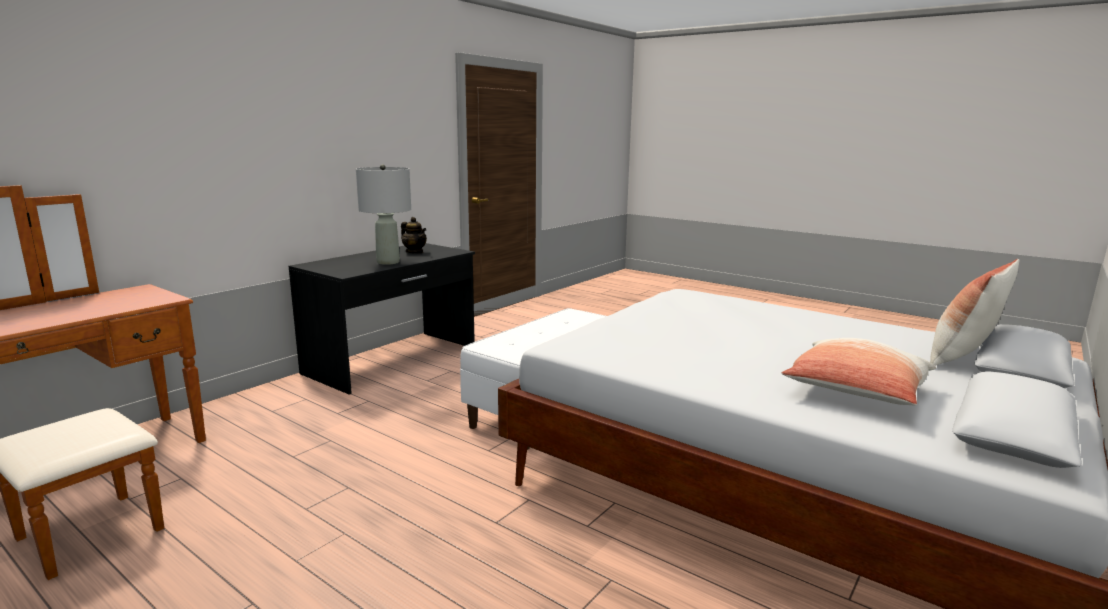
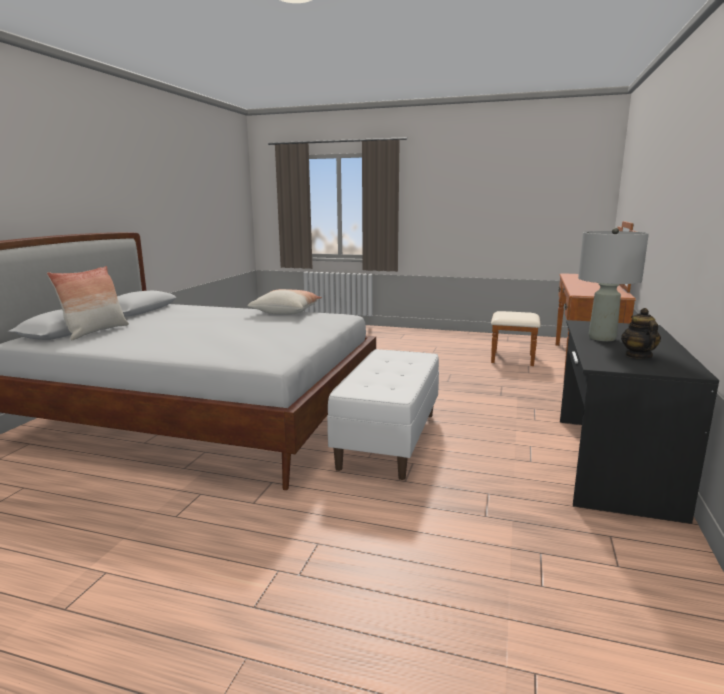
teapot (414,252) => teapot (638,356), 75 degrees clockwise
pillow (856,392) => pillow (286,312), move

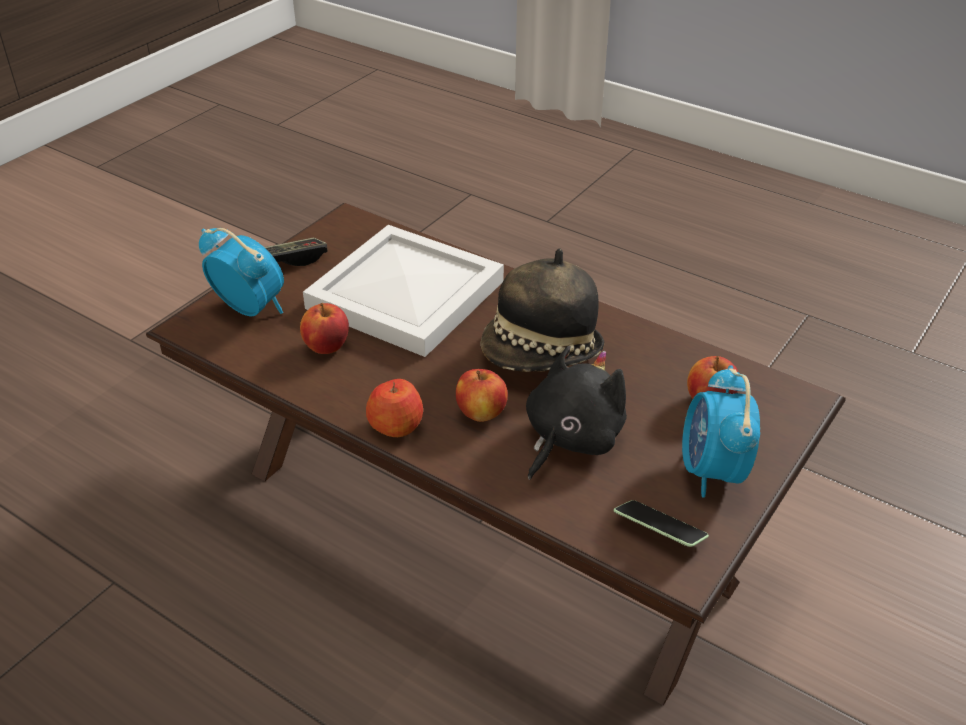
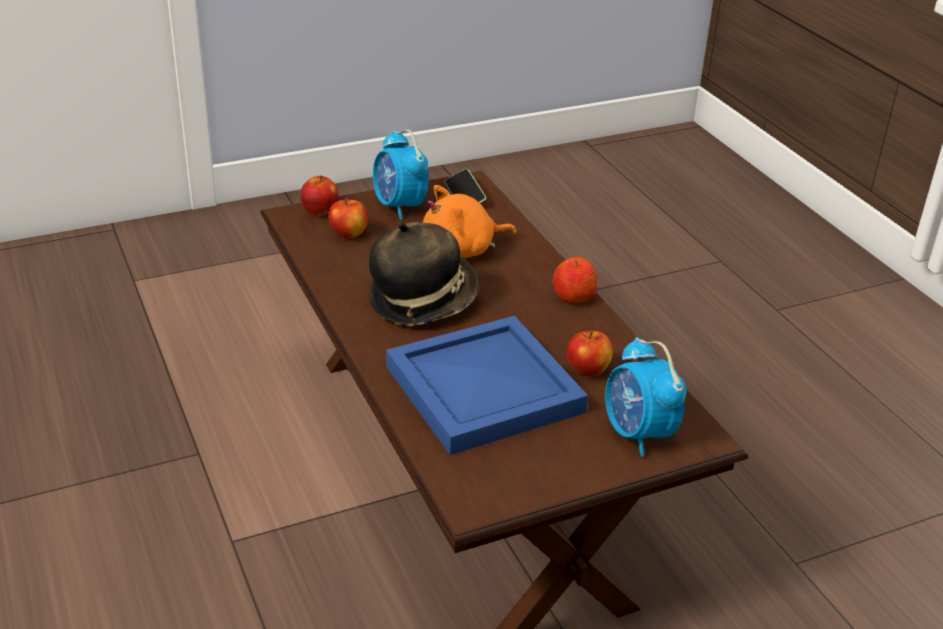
tray (white) (406,296) => tray (blue) (485,387)
game controller (293,260) => nothing
plush toy (black) (570,438) => plush toy (orange) (463,249)
alarm clock (712,471) => alarm clock (399,206), 120 degrees clockwise
apple (481,413) => apple (320,211), move

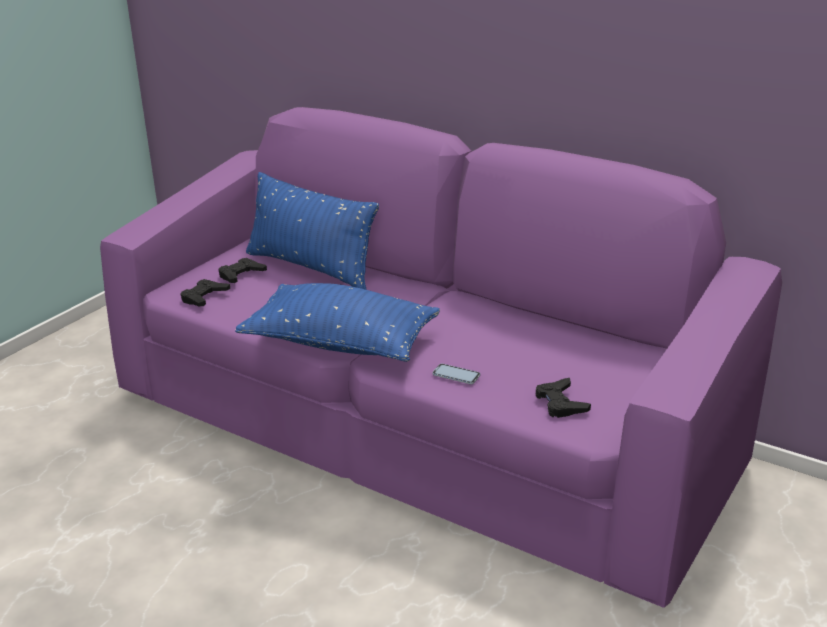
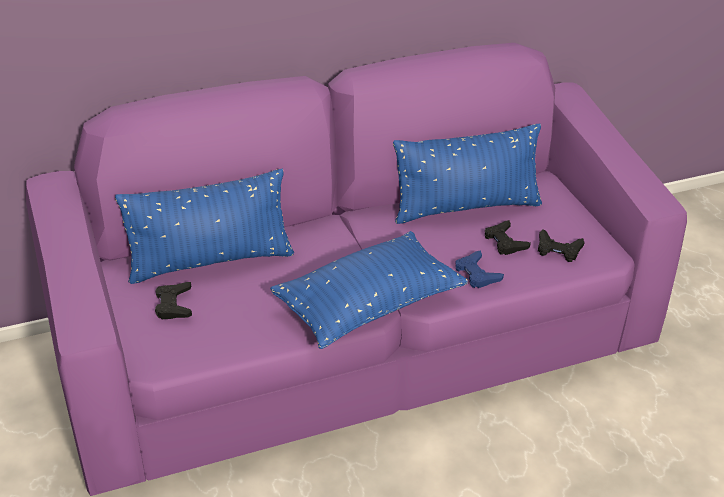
game controller (black) (204,297) => game controller (black) (505,242), move
phone (456,375) => game controller (blue) (476,274)
nothing => pillow (blue) (465,208)

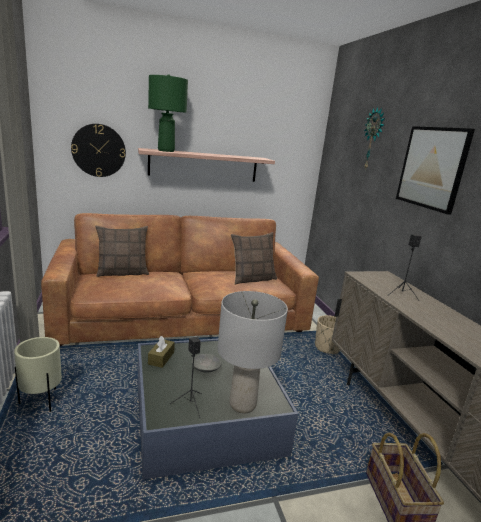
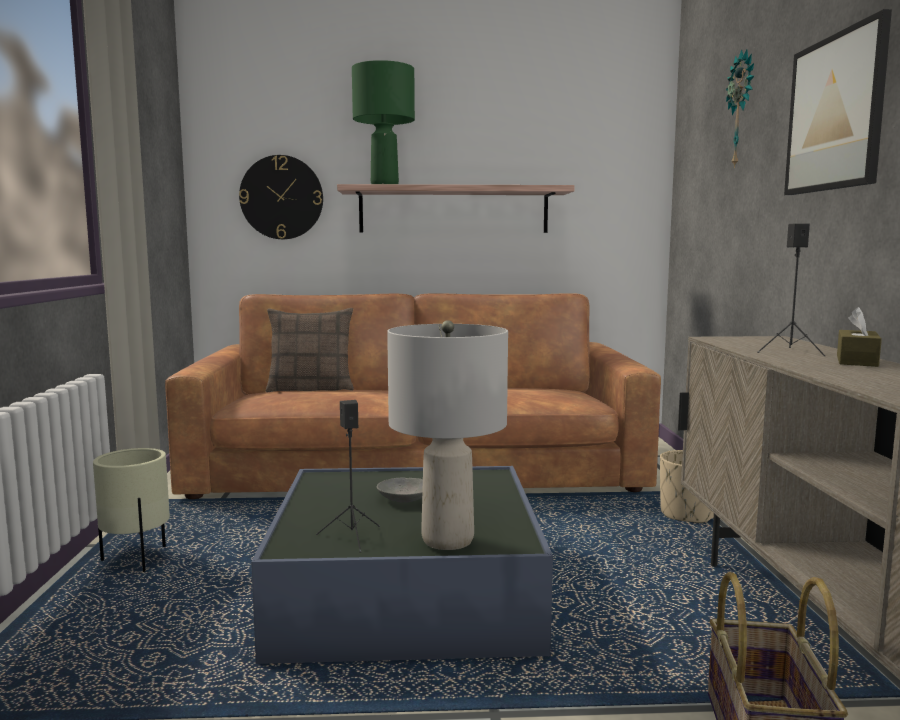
pillow (252,279) => nothing
tissue box (brown) (161,358) => tissue box (brown) (856,361), move

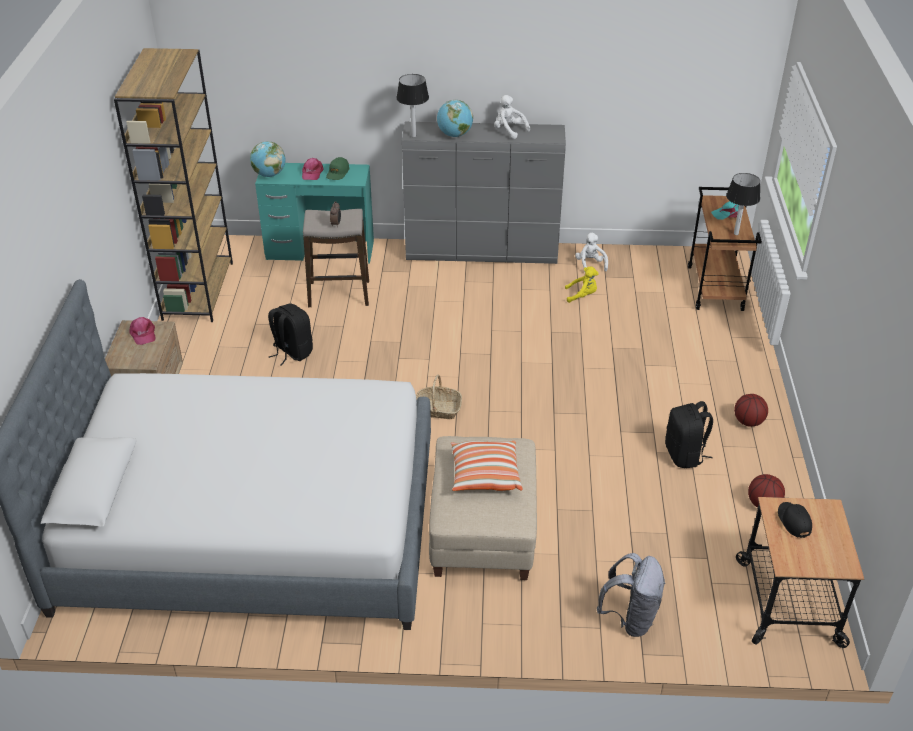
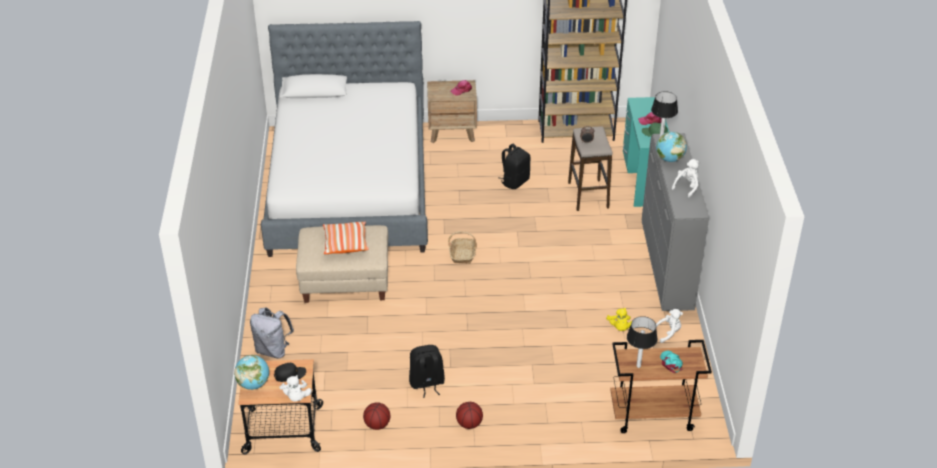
globe (269,174) => globe (253,384), move
nothing => plush toy (white) (296,397)

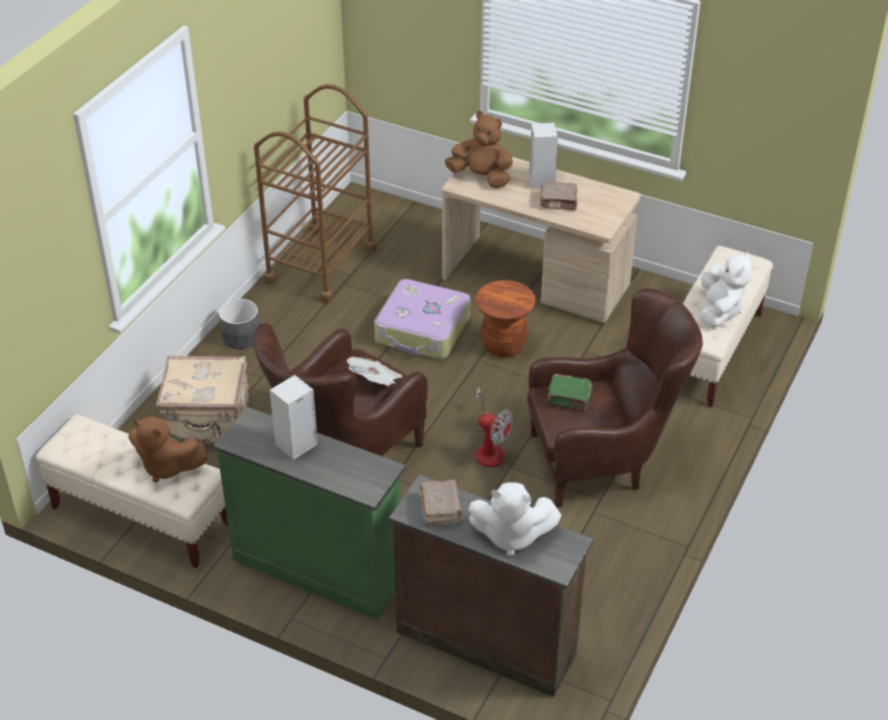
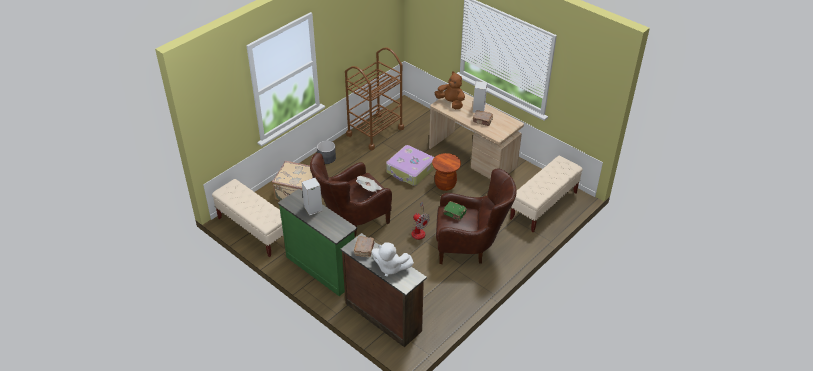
plush toy (white) (719,311) => nothing
plush toy (brown) (166,466) => nothing

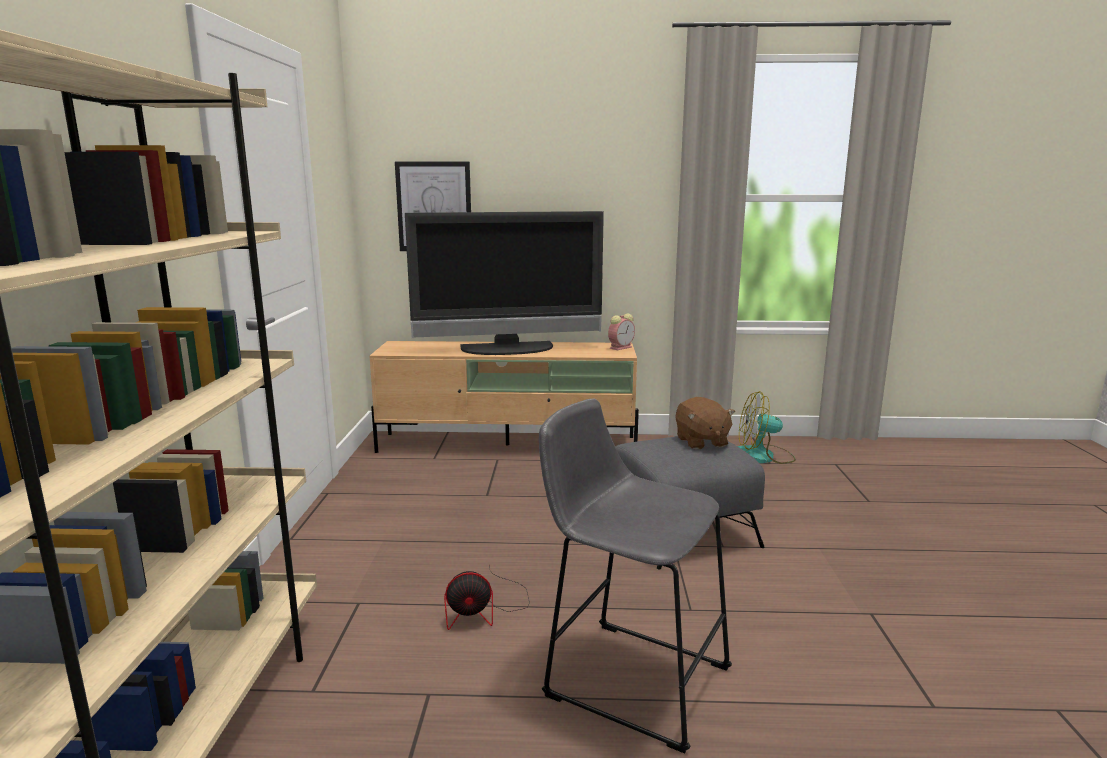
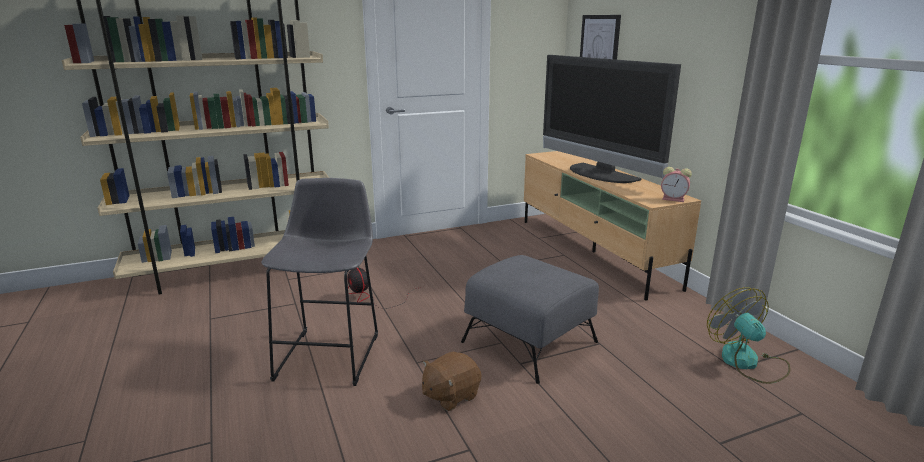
plush toy (brown) (701,442) => plush toy (brown) (450,395), move

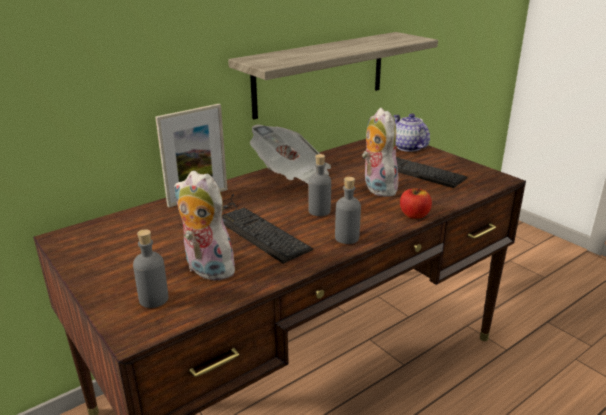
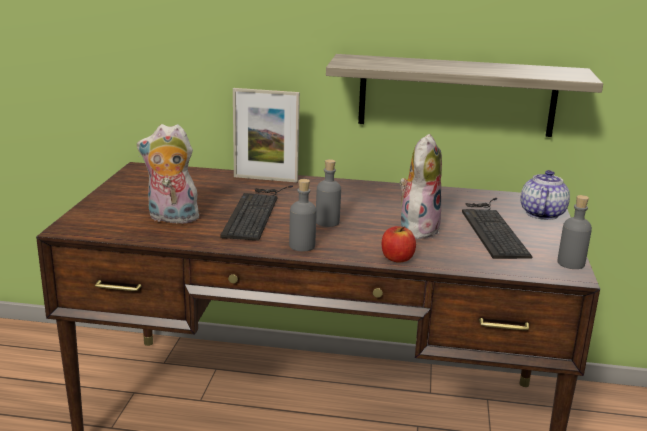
newspaper (293,177) => nothing
plush toy (206,269) => plush toy (171,219), 75 degrees counterclockwise
bottle (grey) (154,299) => bottle (grey) (571,263), move

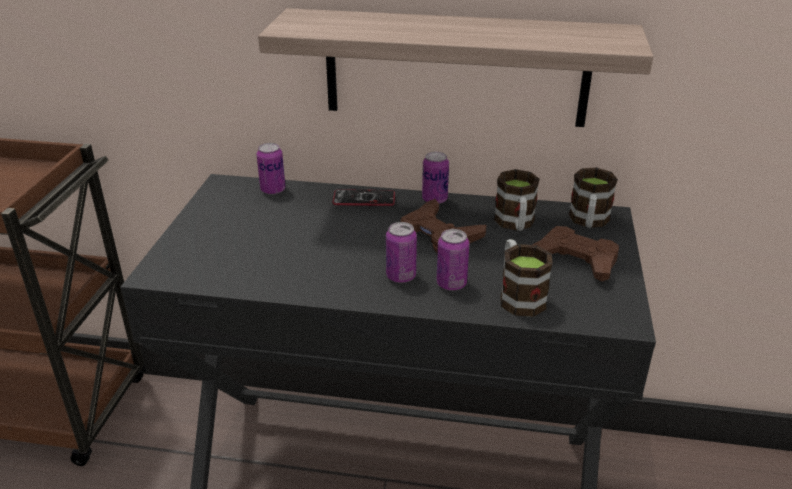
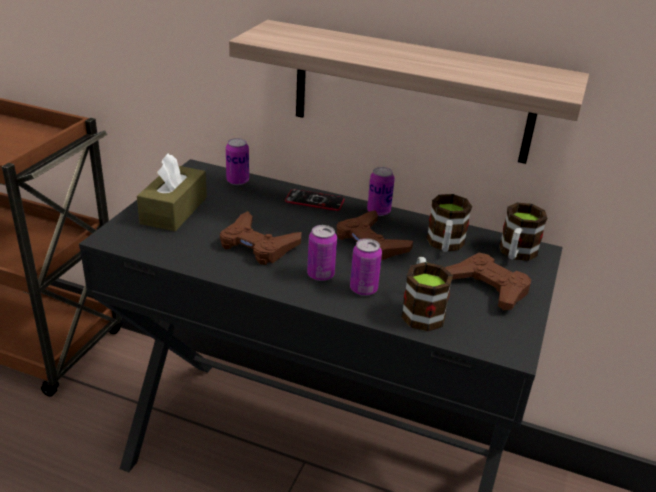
nothing => tissue box (brown) (174,210)
nothing => game controller (brown) (257,245)

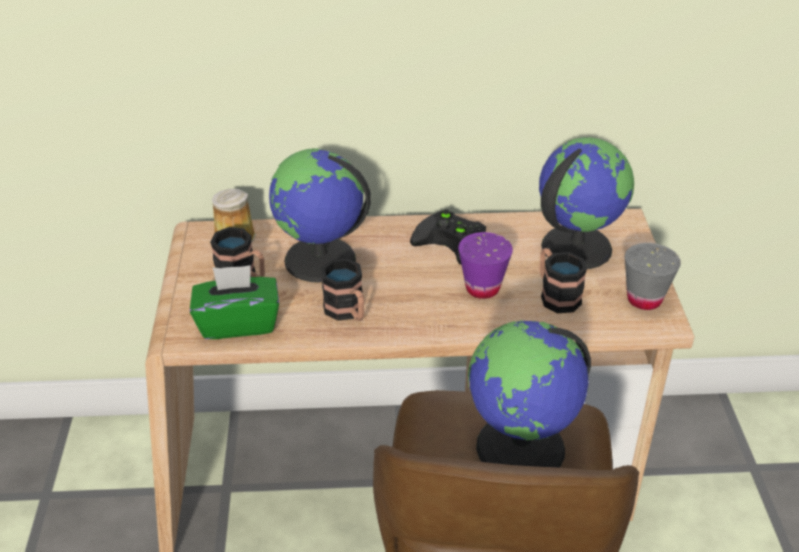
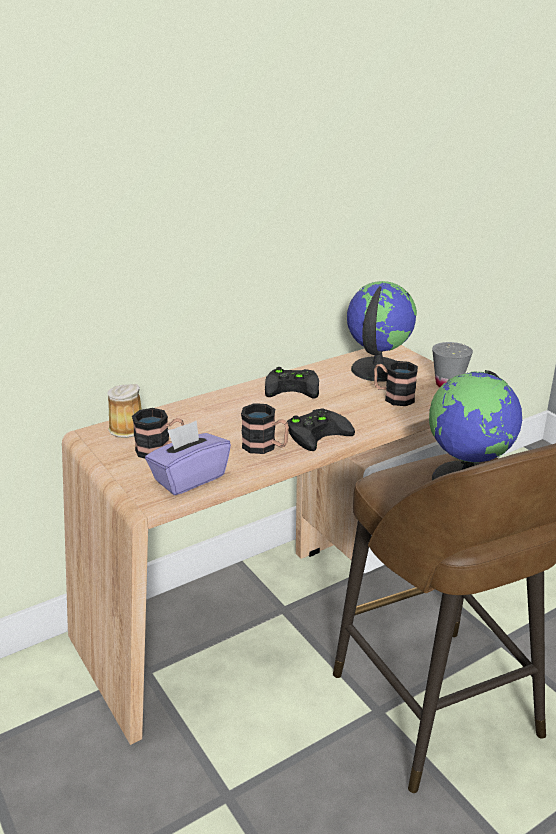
globe (320,260) => nothing
cup (purple) (482,288) => nothing
tissue box (green) (238,323) => tissue box (purple) (189,478)
nothing => game controller (black) (318,432)

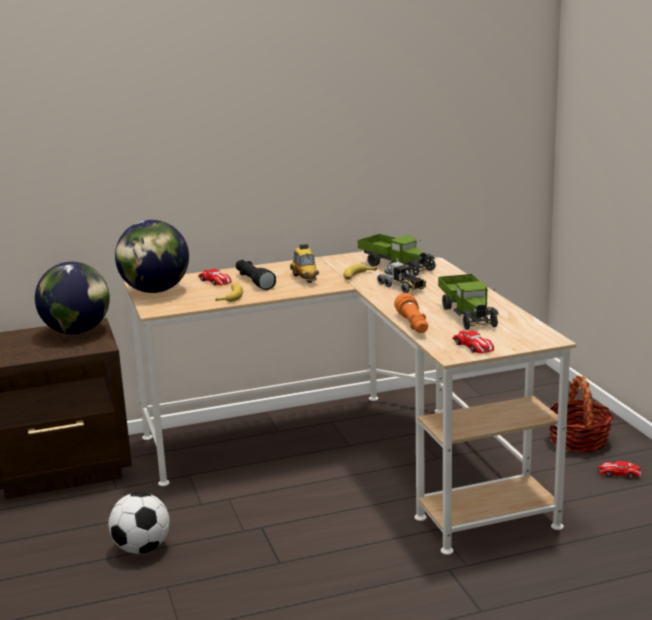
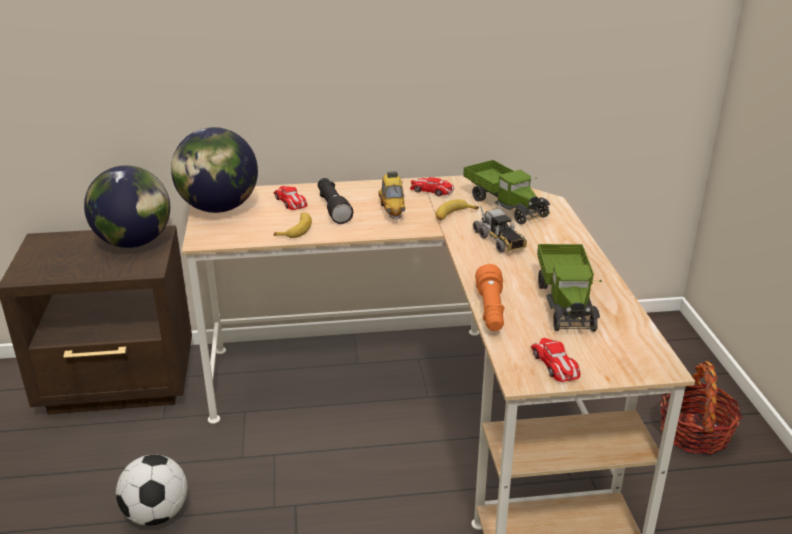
toy car (619,473) => toy car (431,190), move

